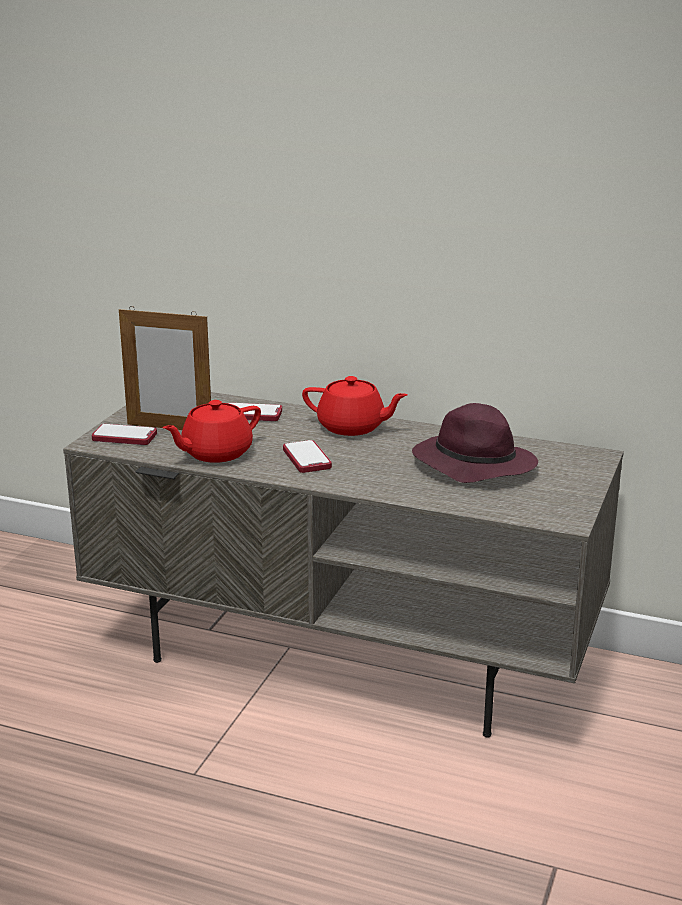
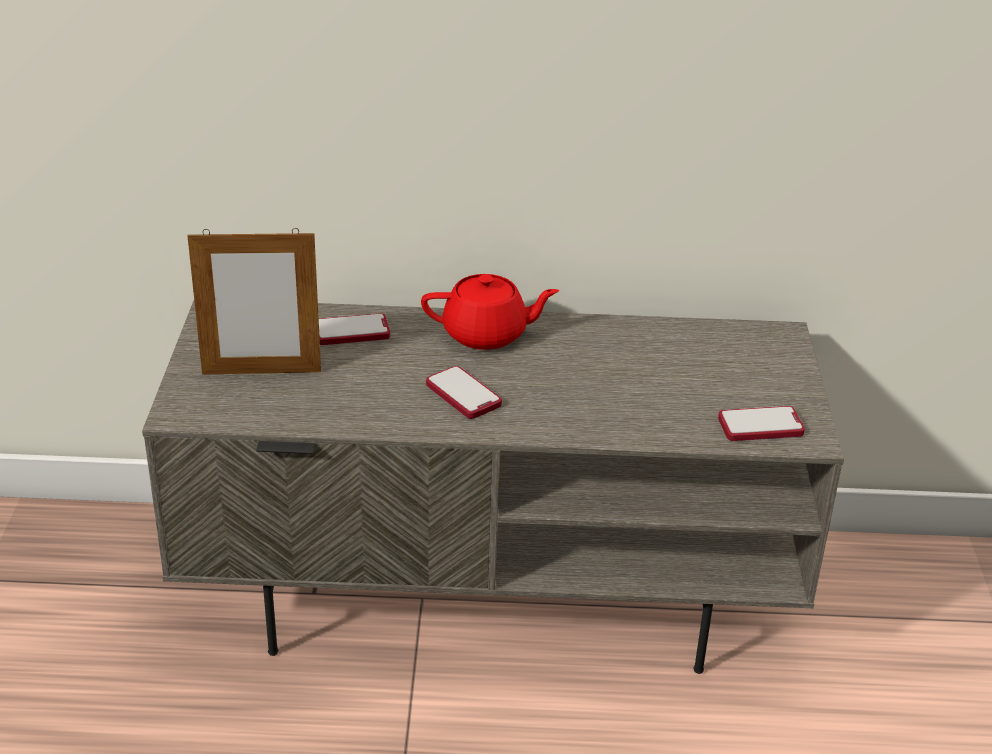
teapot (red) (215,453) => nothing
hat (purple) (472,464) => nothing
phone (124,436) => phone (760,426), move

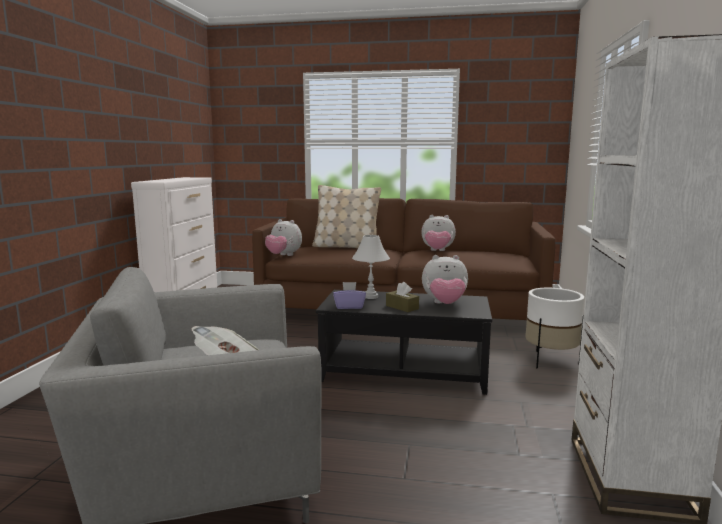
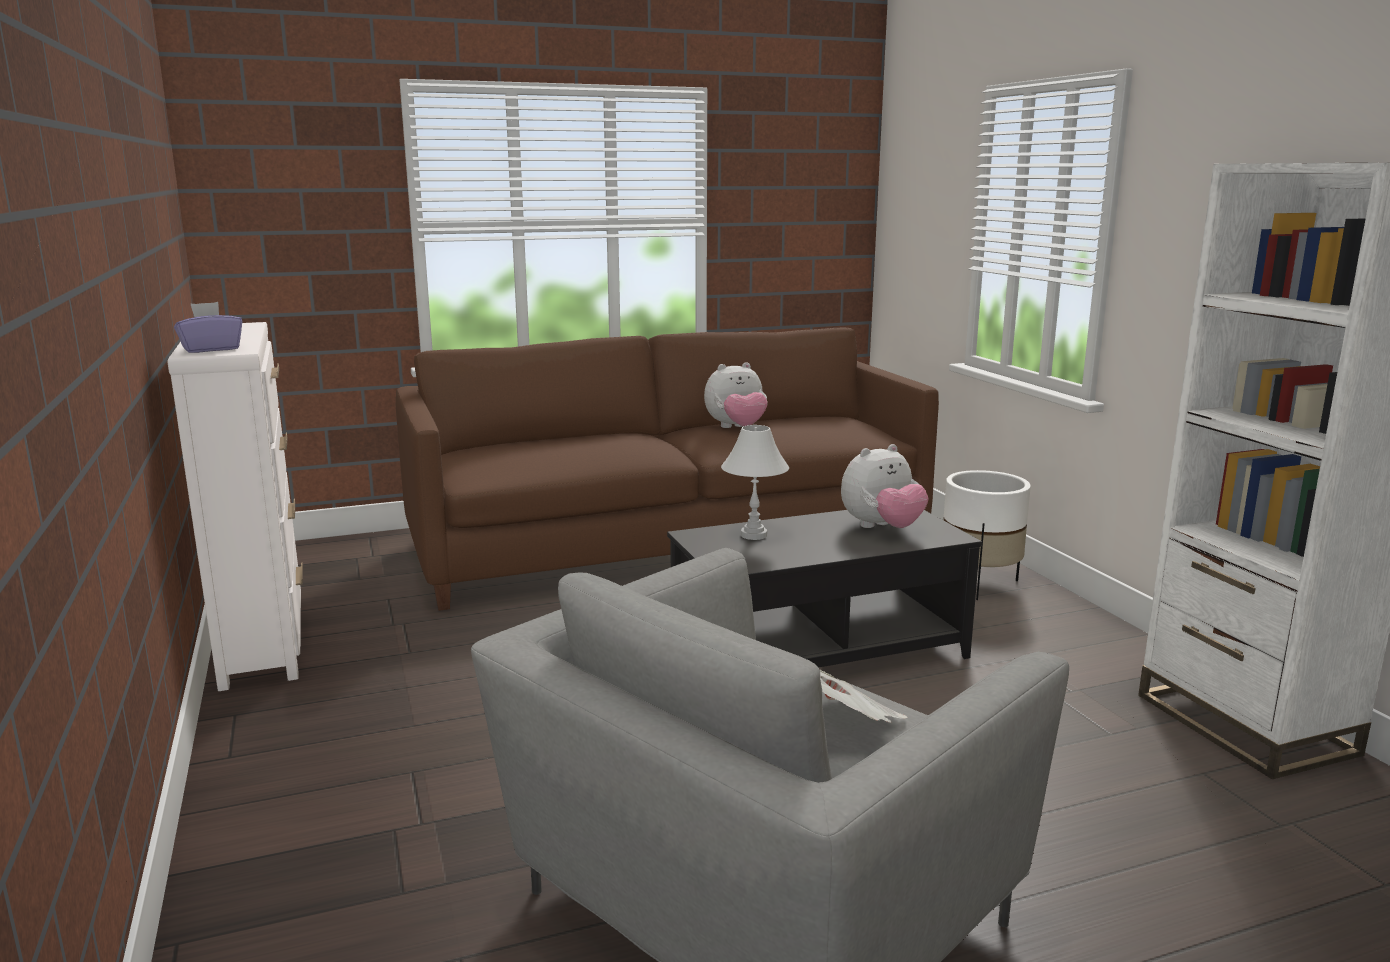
pillow (beige) (346,247) => nothing
plush toy (283,256) => nothing
tissue box (purple) (349,306) => tissue box (purple) (211,349), move
tissue box (brown) (402,307) => nothing

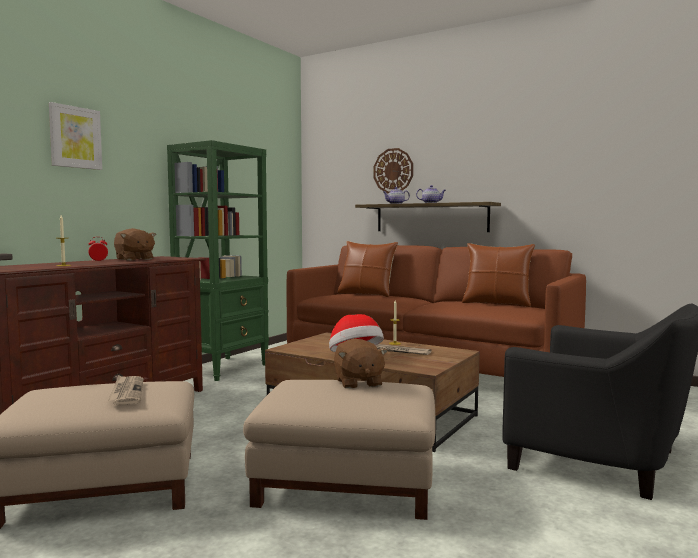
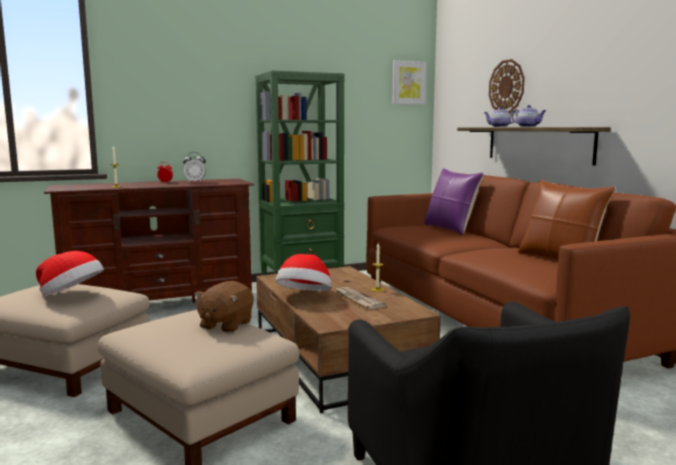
picture (75,137) => picture (408,82), move
plush toy (brown) (134,259) => alarm clock (195,182)
pillow (brown) (366,294) => pillow (purple) (450,229)
newspaper (127,392) => hat (72,296)

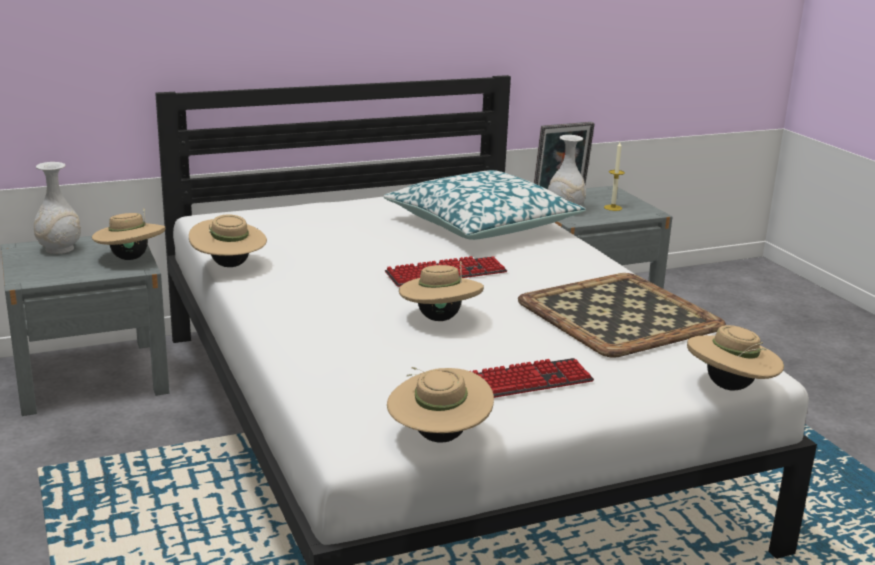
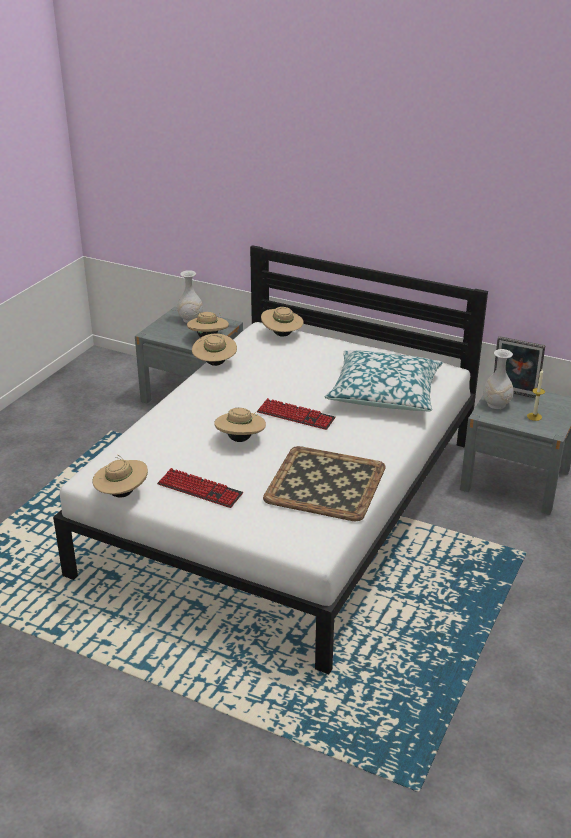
hat (beige) (730,387) => hat (beige) (282,335), move

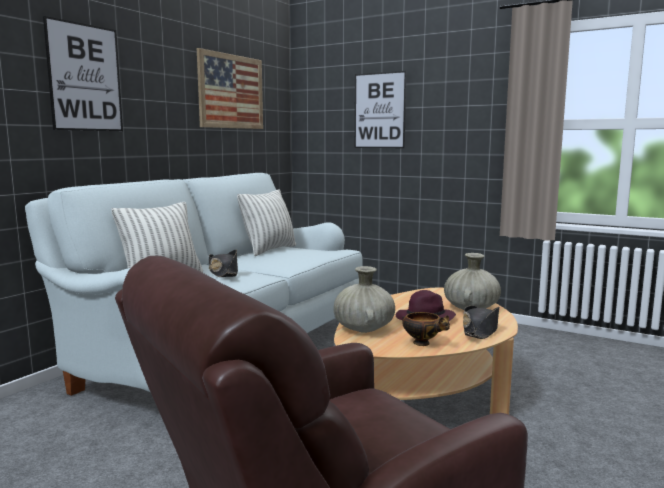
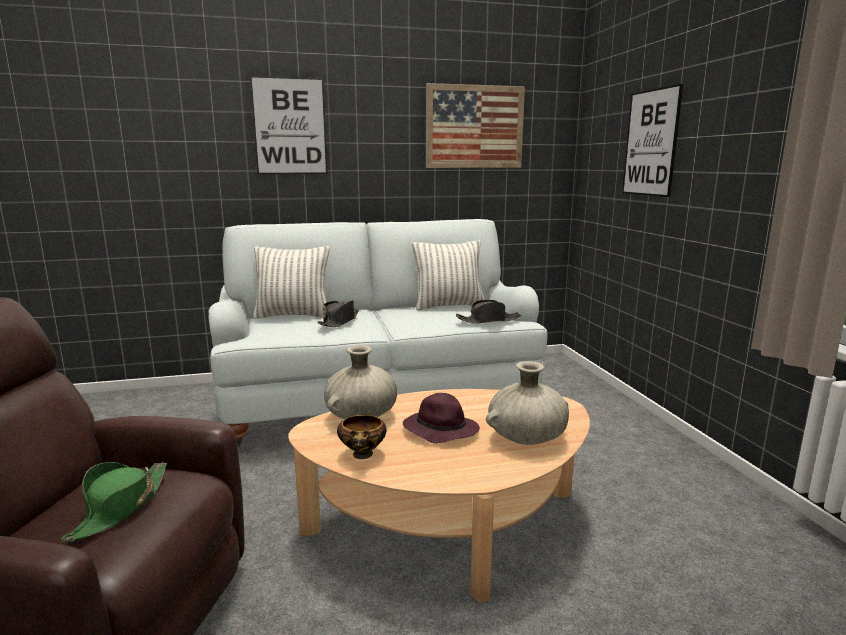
hat (black) (480,330) => hat (black) (488,320), move
nothing => hat (green) (120,507)

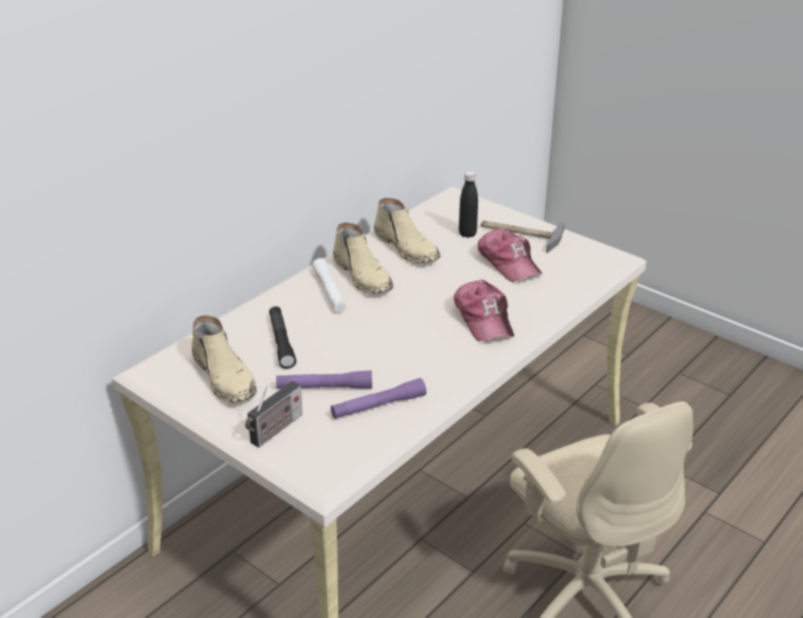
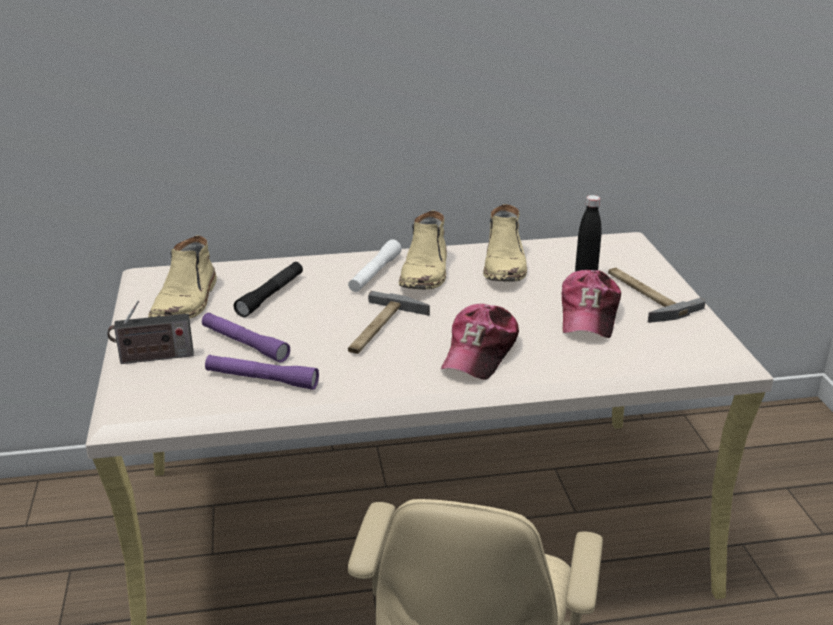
nothing => hammer (380,329)

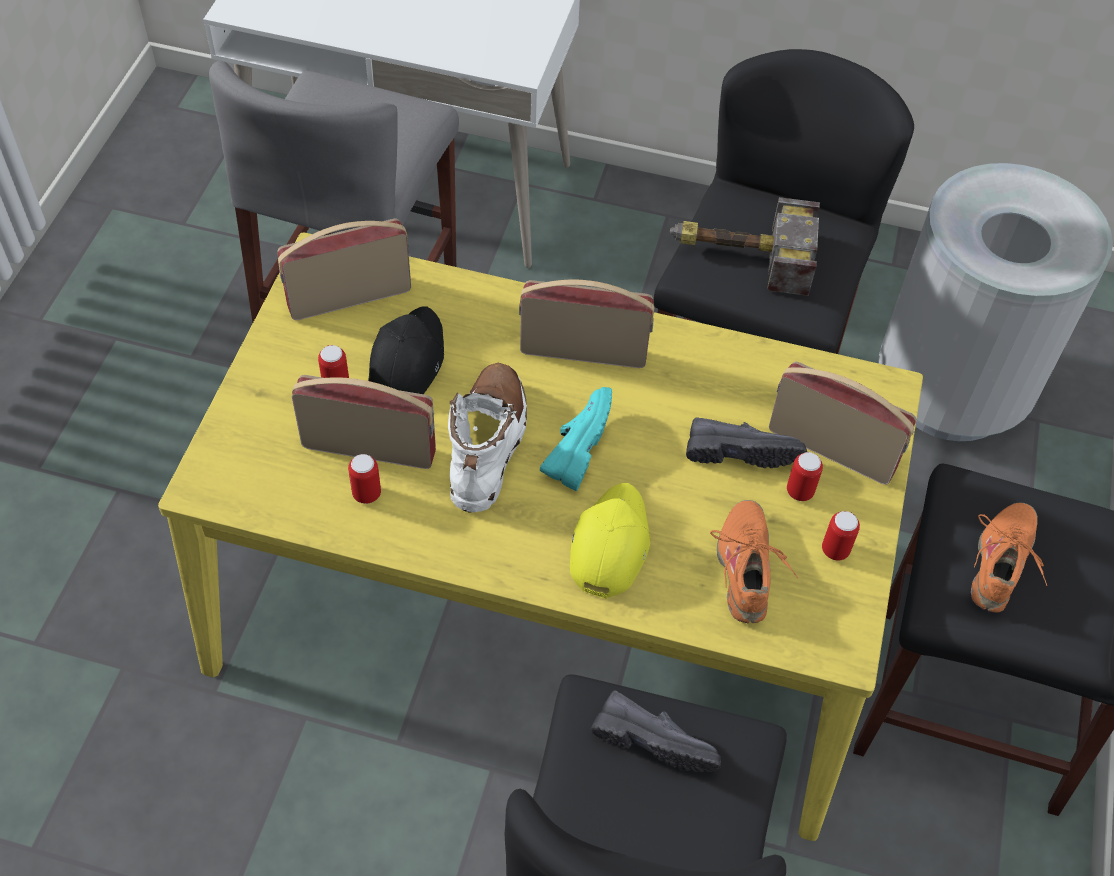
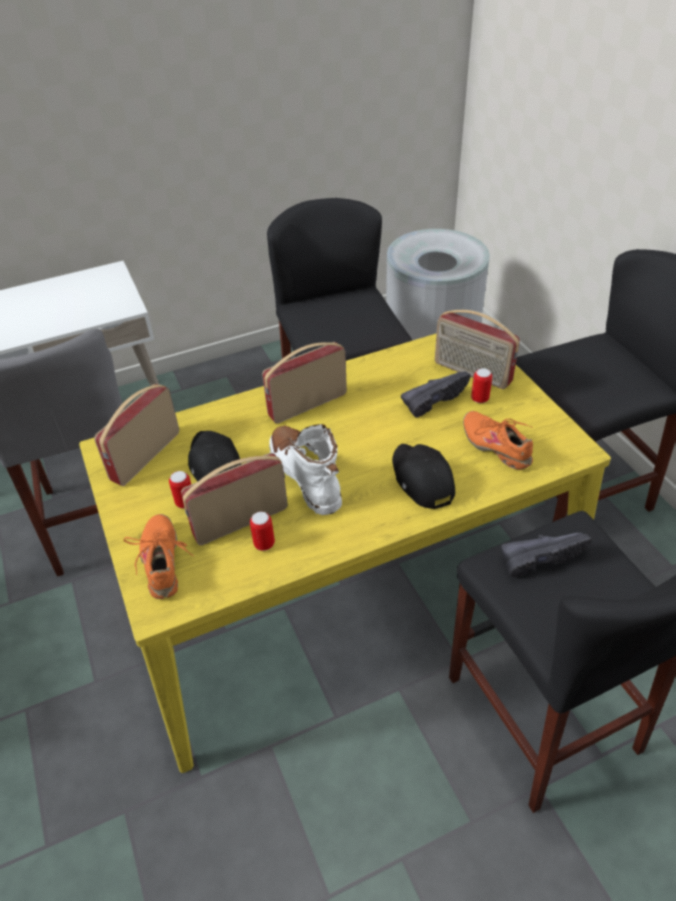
hammer (738,254) => nothing
radio (832,448) => radio (471,373), 135 degrees counterclockwise
shoe (turquoise) (575,447) => nothing
cap (yellow) (609,545) => cap (black) (421,480)
shoe (orange) (1001,564) => shoe (orange) (163,562), move
can (835,550) => nothing

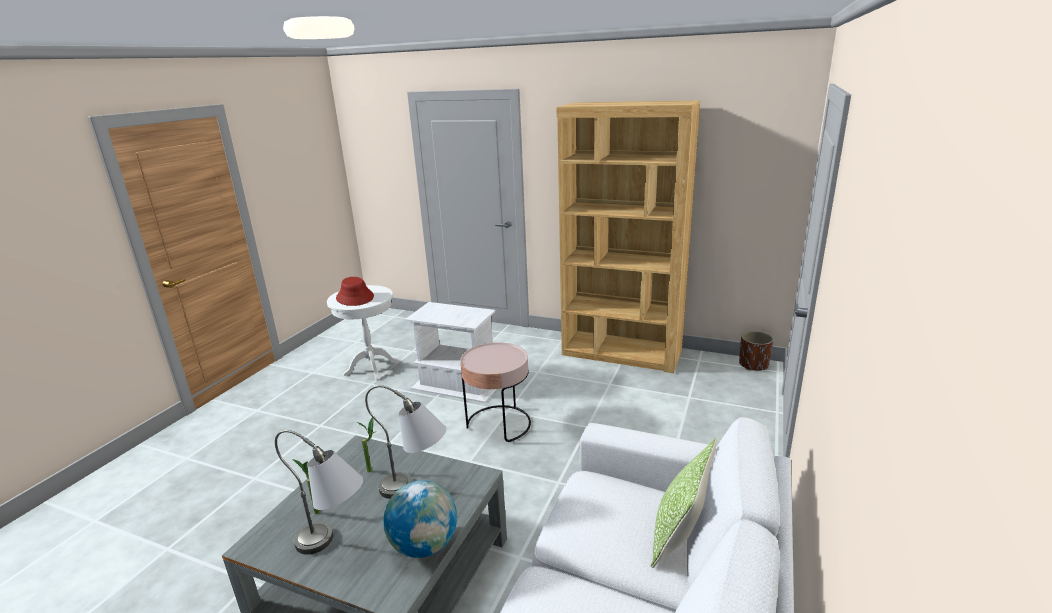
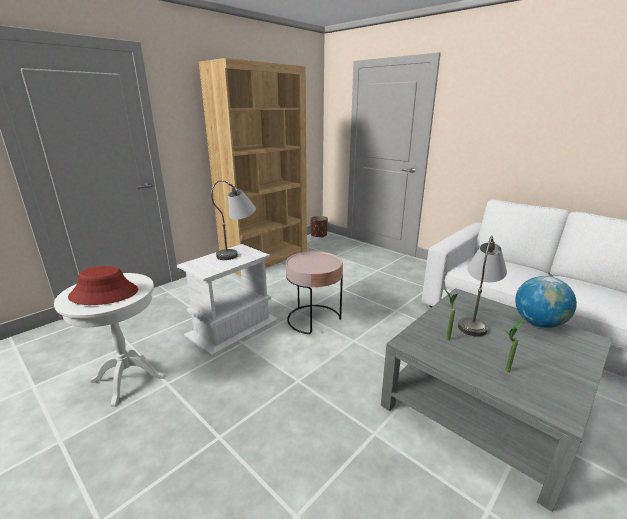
table lamp (grey) (335,545) => table lamp (grey) (238,252), move
pillow (680,536) => nothing

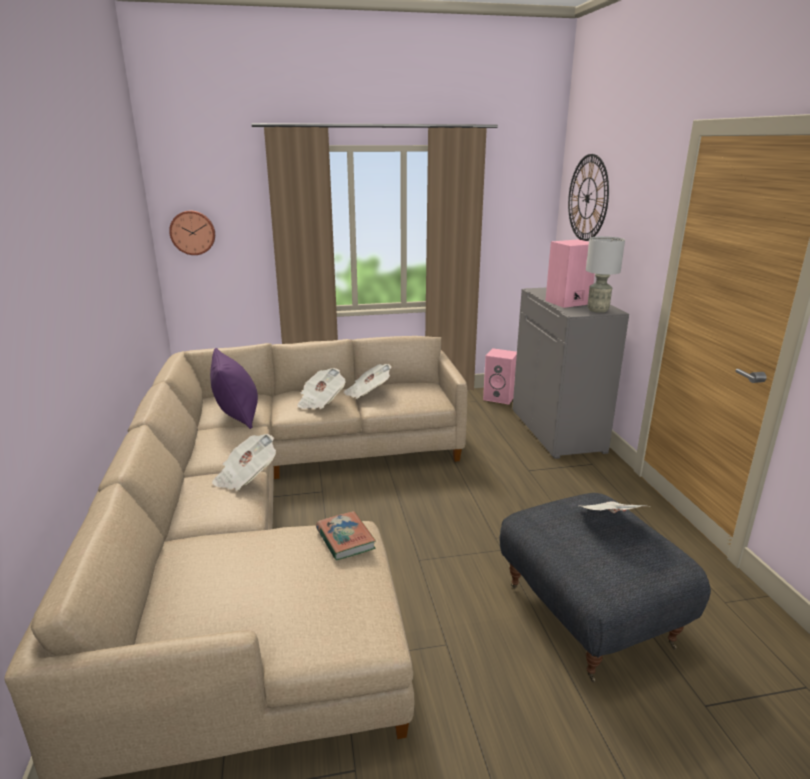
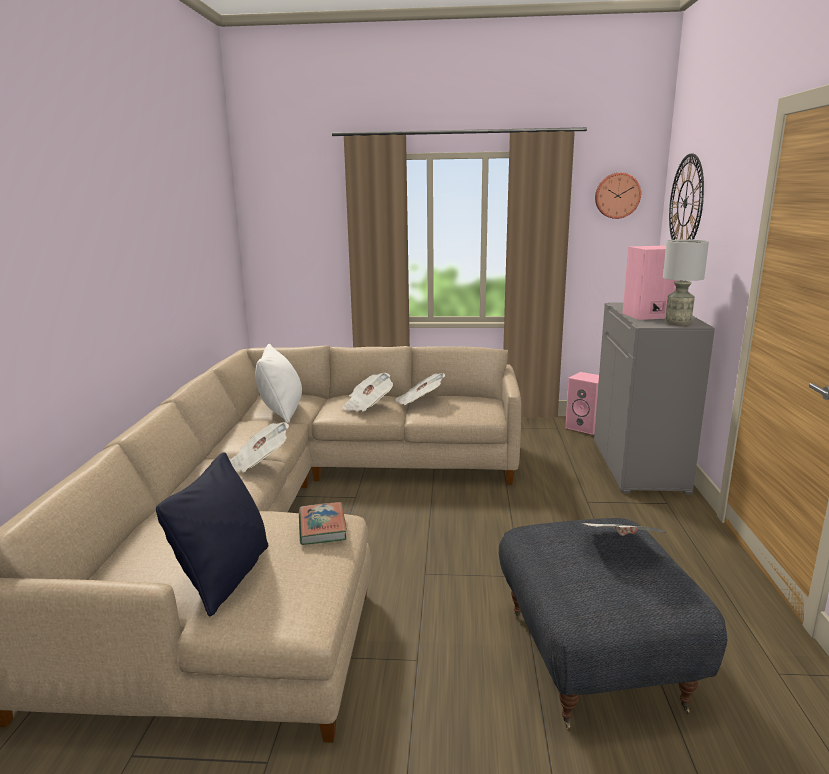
wall clock (193,232) => wall clock (617,195), move
pillow (purple) (237,416) => pillow (white) (282,412)
nothing => pillow (black) (226,577)

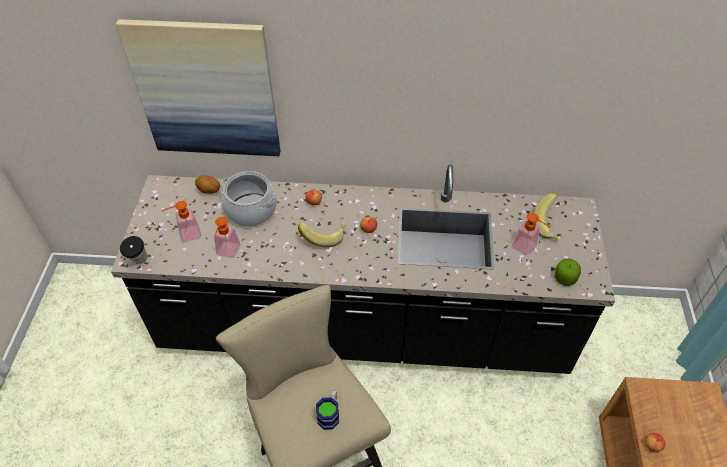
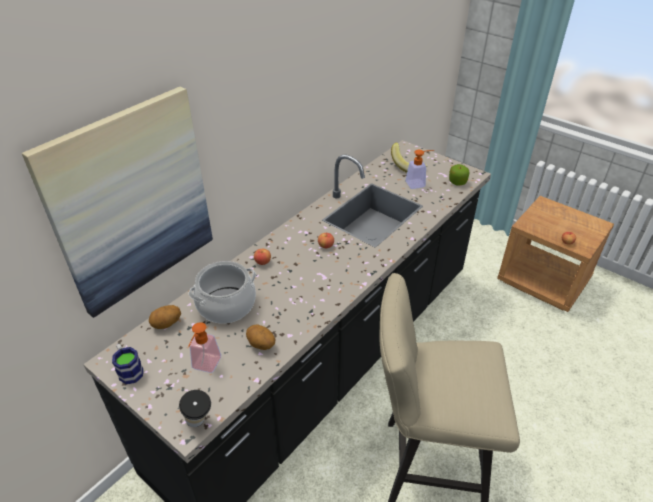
soap dispenser (227,253) => potato (261,345)
banana (324,237) => nothing
mug (330,414) => mug (129,370), move

